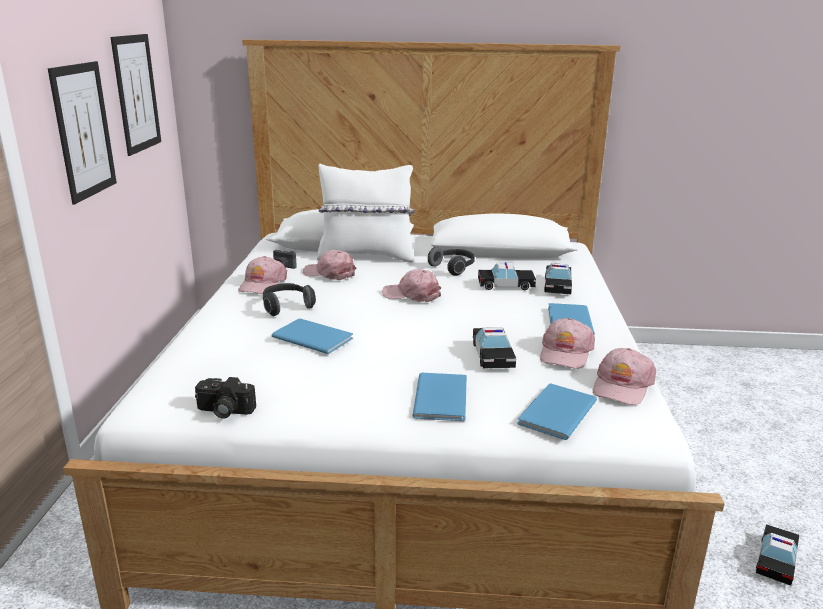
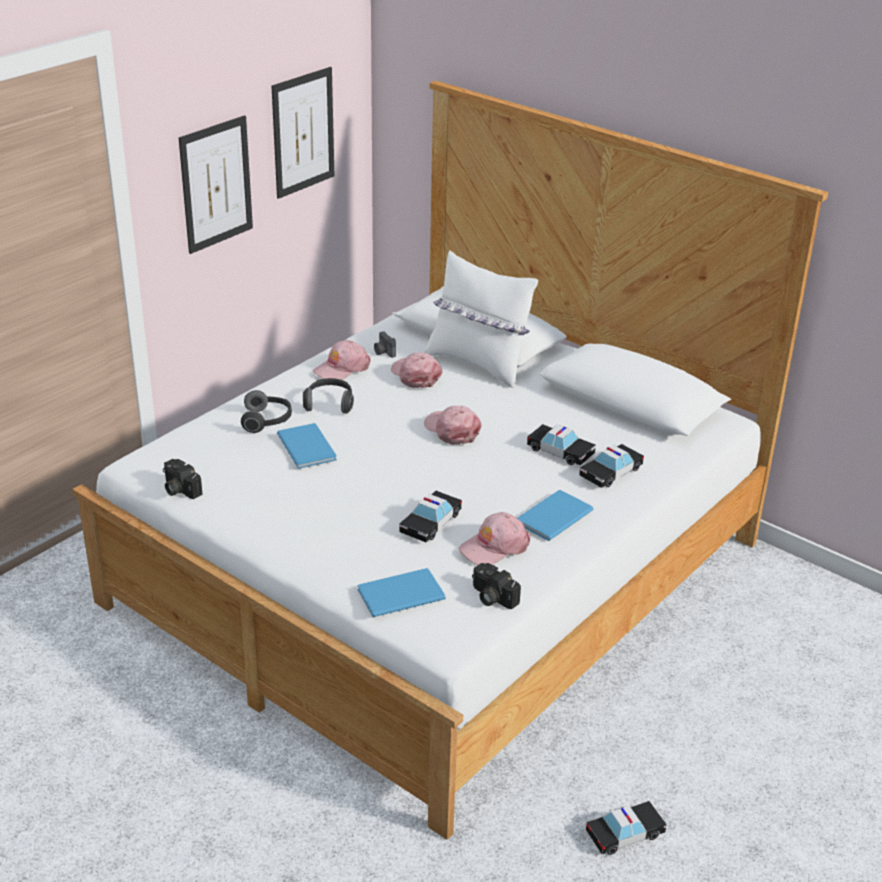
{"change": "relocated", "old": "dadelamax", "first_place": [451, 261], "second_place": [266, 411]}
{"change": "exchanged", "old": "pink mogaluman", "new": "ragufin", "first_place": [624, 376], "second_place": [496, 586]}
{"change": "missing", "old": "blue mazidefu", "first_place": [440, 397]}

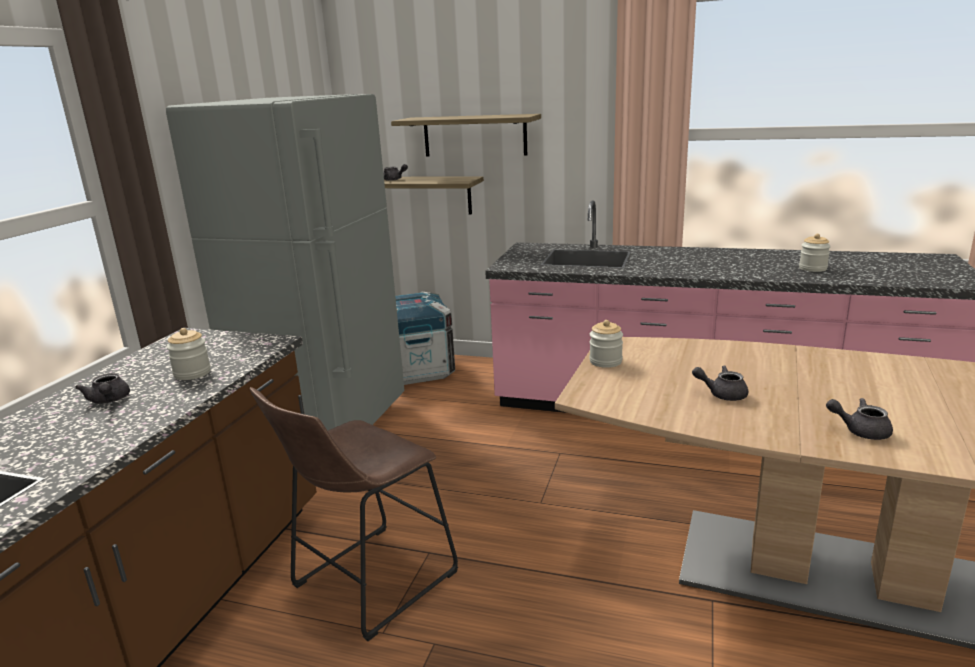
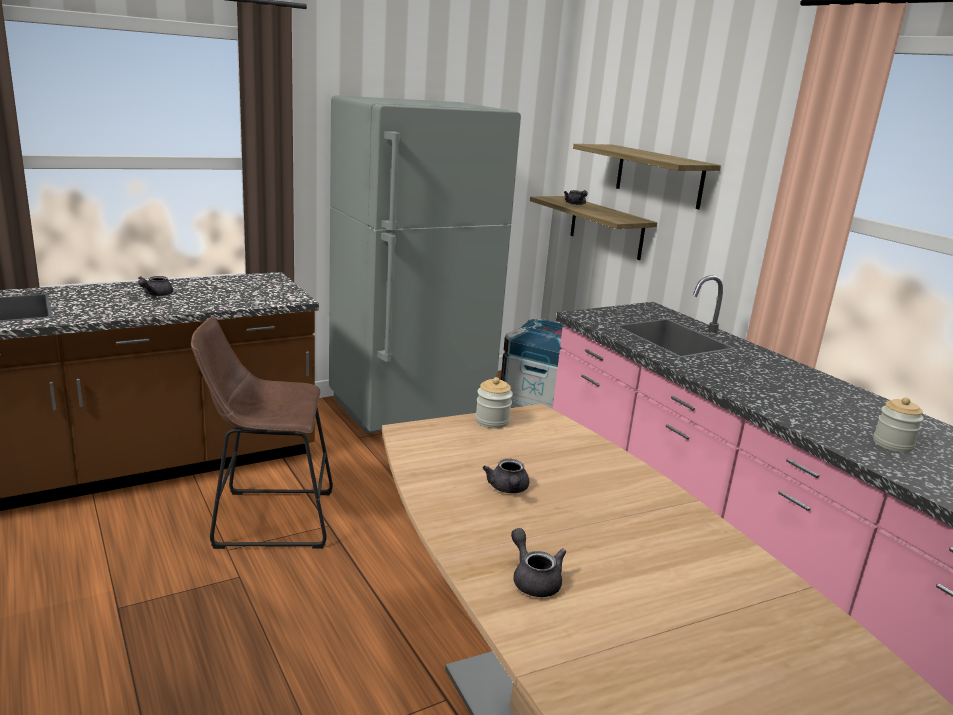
{"change": "spun", "old": "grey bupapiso", "first_place": [720, 383], "second_place": [506, 476], "degrees": -150}
{"change": "missing", "old": "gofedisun", "first_place": [189, 354]}

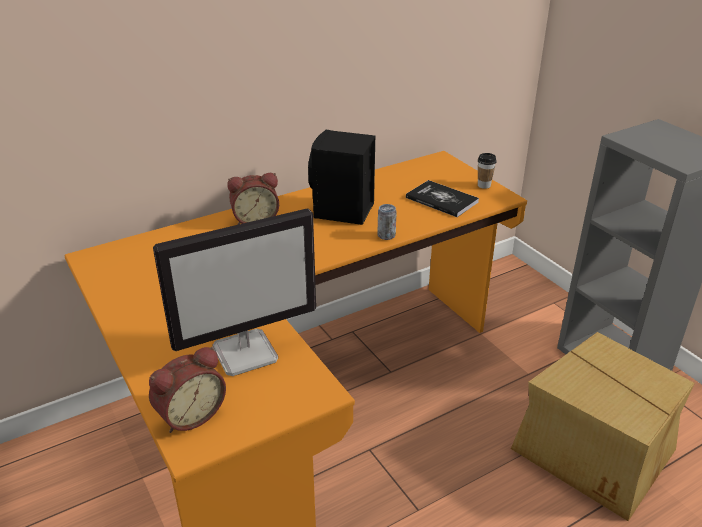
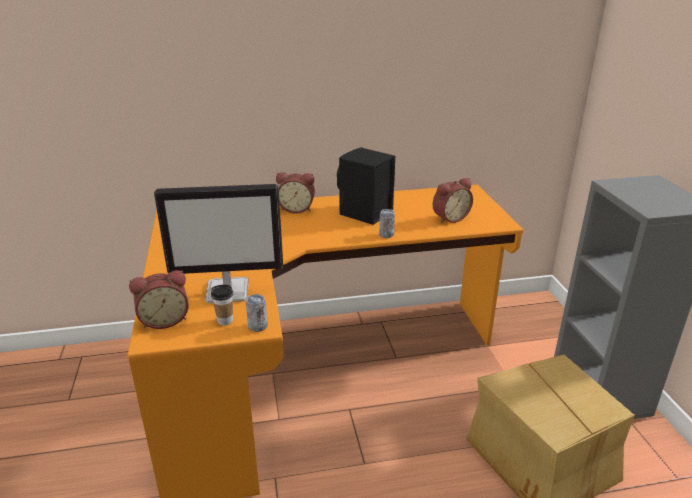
{"change": "relocated", "old": "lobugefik", "first_place": [487, 171], "second_place": [222, 305]}
{"change": "appeared", "new": "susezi", "second_place": [257, 313]}
{"change": "exchanged", "old": "mazidefu", "new": "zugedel", "first_place": [442, 198], "second_place": [453, 200]}

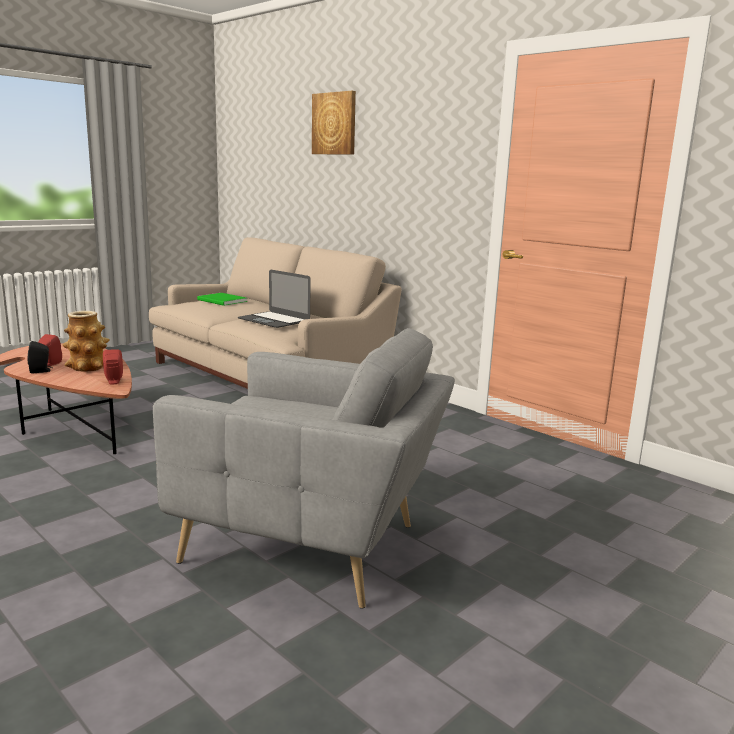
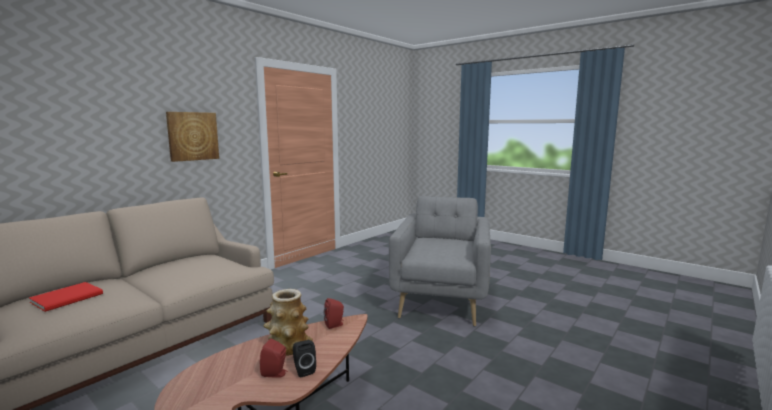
{"change": "colour", "old": "green mazidefu", "new": "red mazidefu", "first_place": [222, 299], "second_place": [66, 297]}
{"change": "relocated", "old": "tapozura", "first_place": [334, 123], "second_place": [192, 137]}
{"change": "missing", "old": "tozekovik", "first_place": [274, 299]}

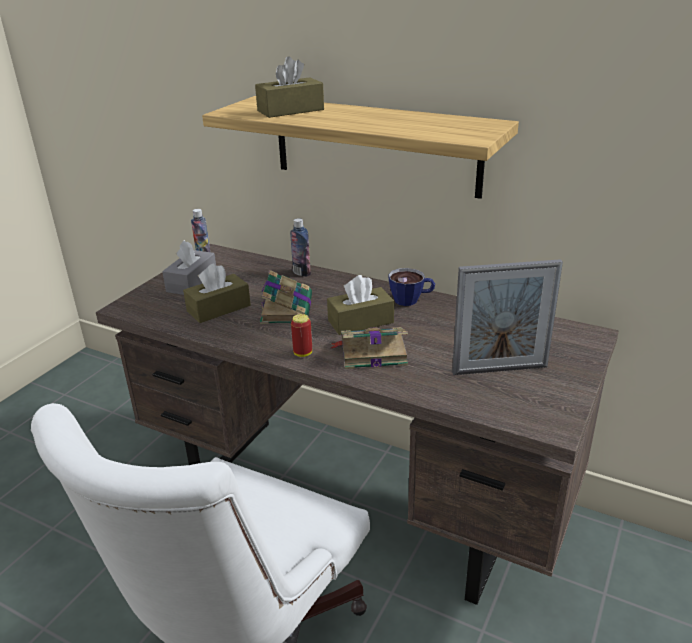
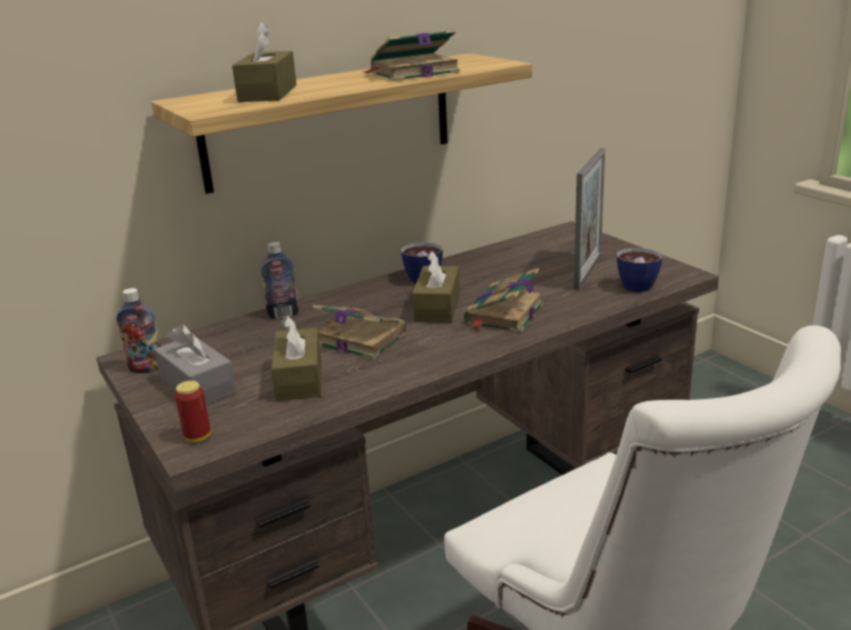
{"change": "relocated", "old": "susezi", "first_place": [301, 335], "second_place": [193, 411]}
{"change": "appeared", "new": "mazidefu", "second_place": [411, 55]}
{"change": "appeared", "new": "lobugefik", "second_place": [639, 270]}

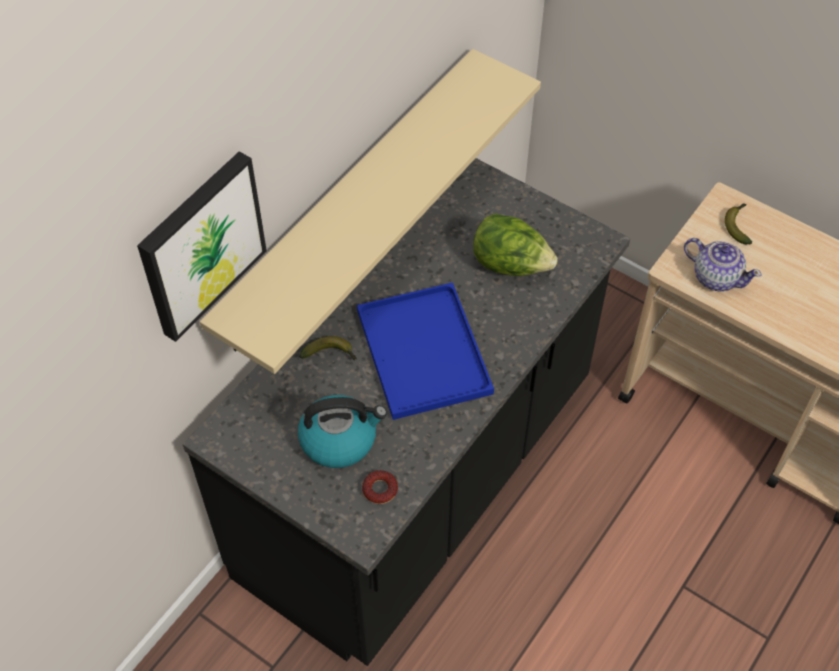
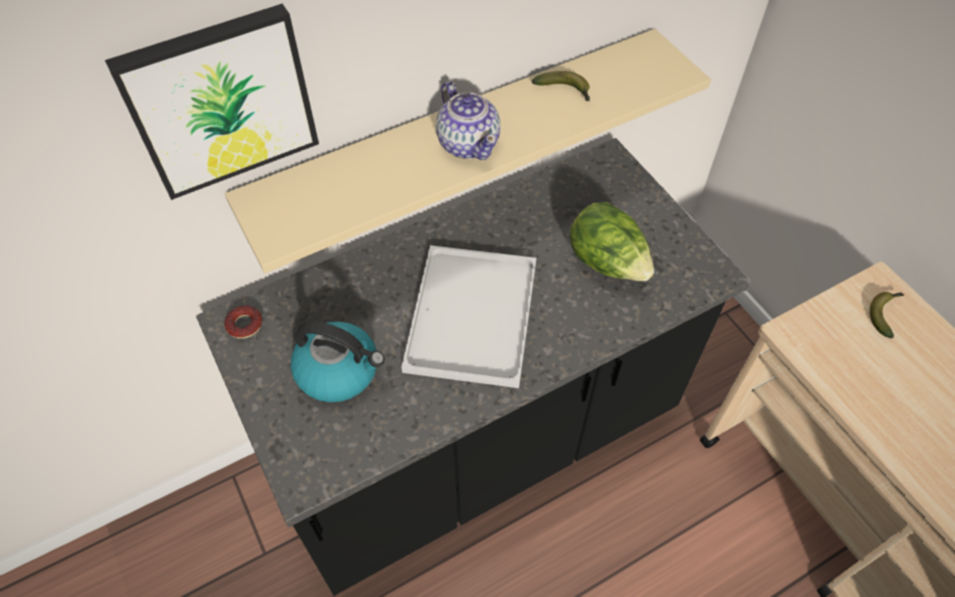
{"change": "relocated", "old": "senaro", "first_place": [380, 487], "second_place": [243, 322]}
{"change": "colour", "old": "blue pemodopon", "new": "white pemodopon", "first_place": [425, 351], "second_place": [468, 316]}
{"change": "relocated", "old": "bupapiso", "first_place": [723, 264], "second_place": [468, 120]}
{"change": "relocated", "old": "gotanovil", "first_place": [328, 348], "second_place": [561, 86]}

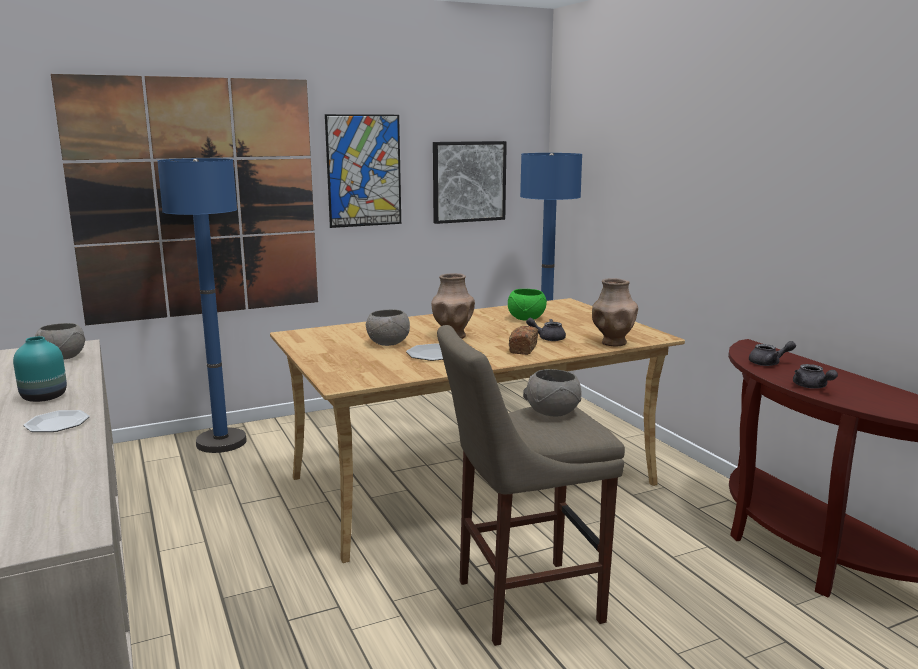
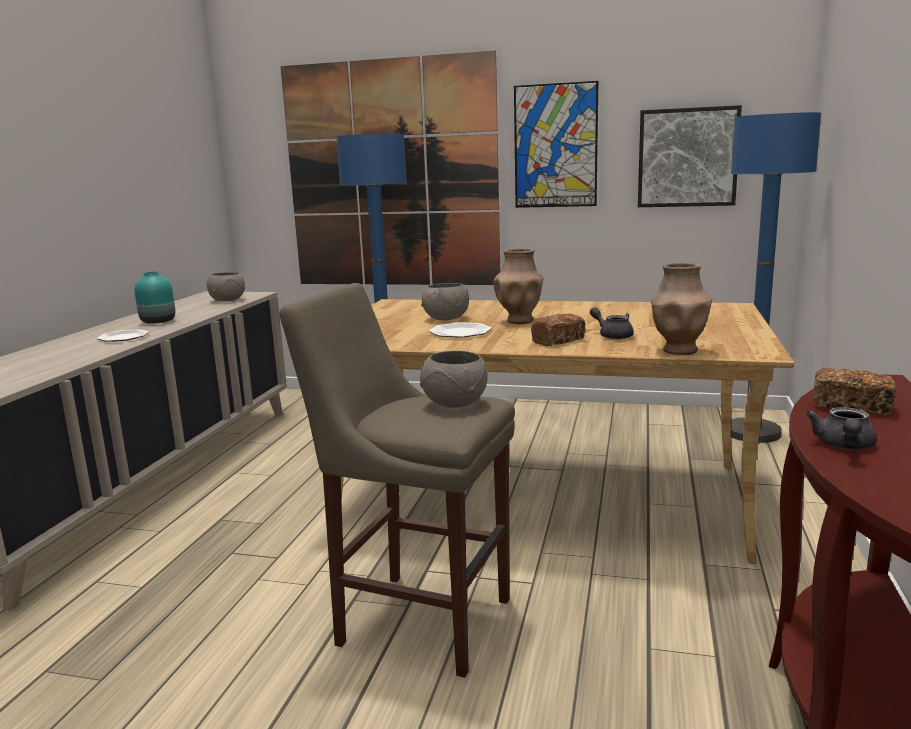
{"change": "exchanged", "old": "grey bupapiso", "new": "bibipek", "first_place": [772, 353], "second_place": [854, 391]}
{"change": "missing", "old": "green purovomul", "first_place": [527, 305]}

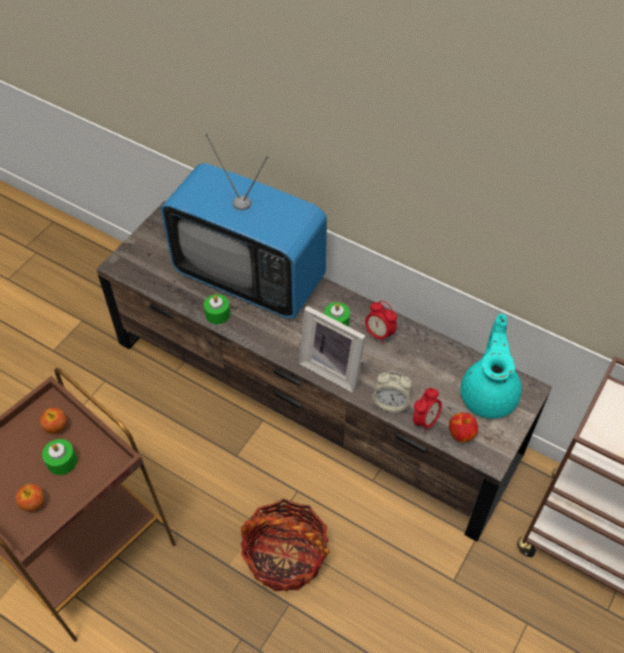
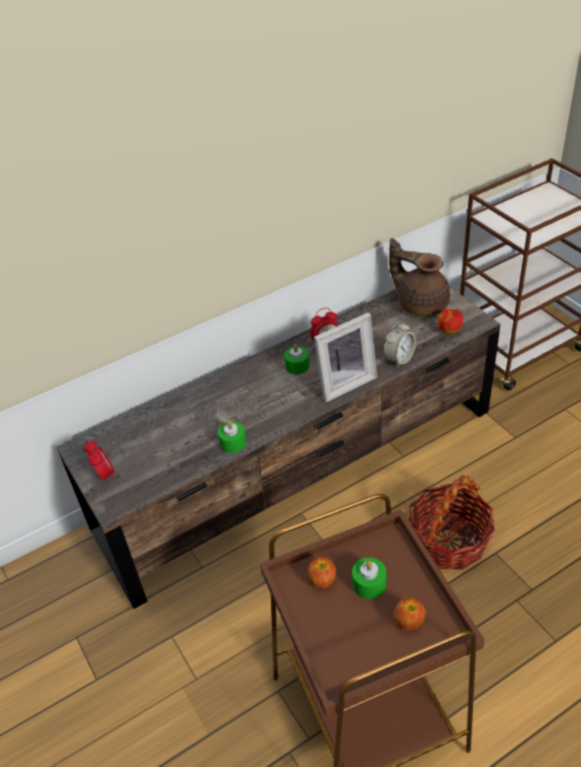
{"change": "relocated", "old": "zugedel", "first_place": [427, 410], "second_place": [99, 461]}
{"change": "colour", "old": "turquoise bupapiso", "new": "brown bupapiso", "first_place": [491, 366], "second_place": [419, 277]}
{"change": "missing", "old": "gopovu", "first_place": [244, 226]}

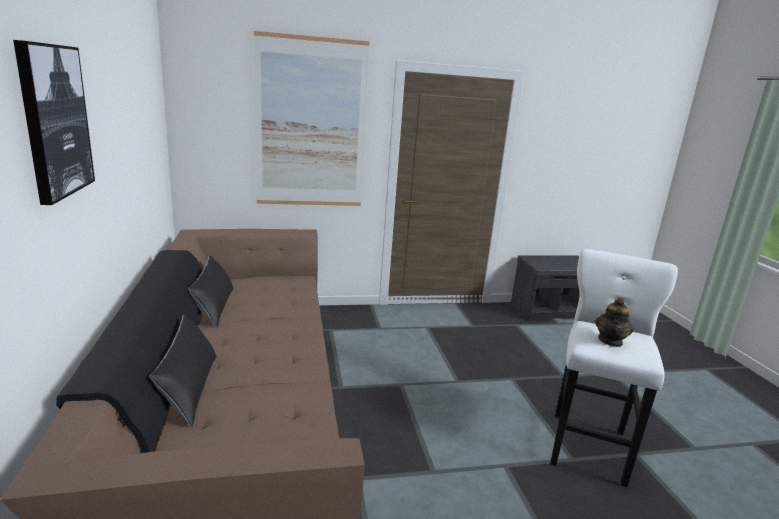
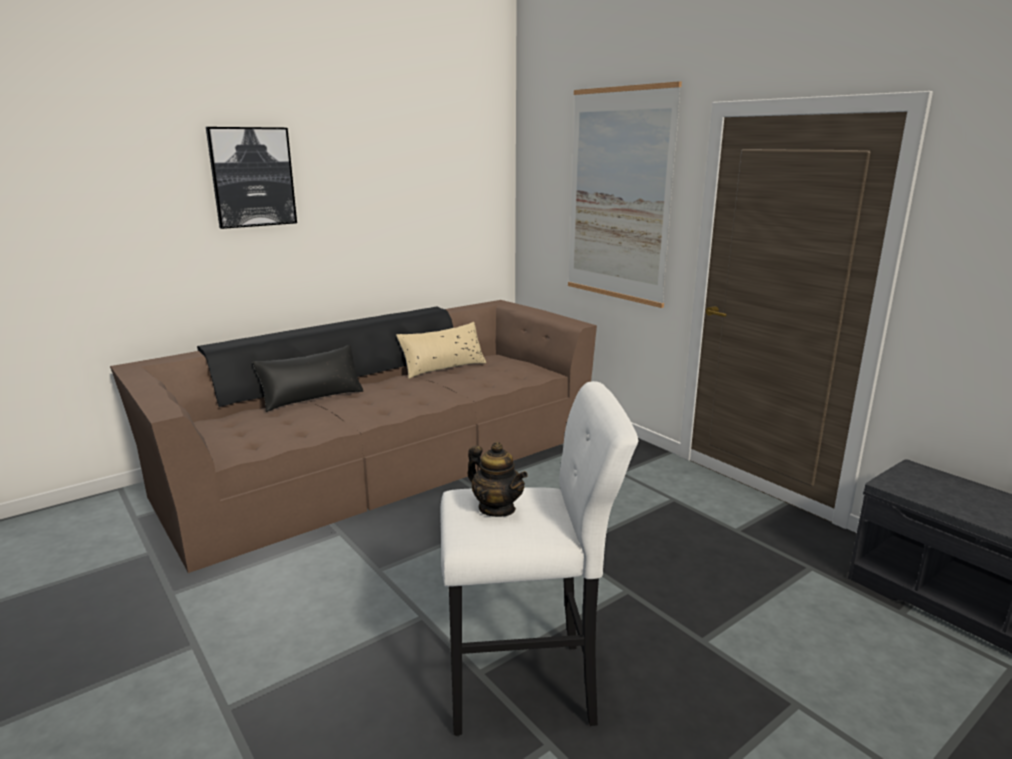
{"change": "colour", "old": "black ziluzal", "new": "beige ziluzal", "first_place": [211, 291], "second_place": [441, 350]}
{"change": "spun", "old": "bupapiso", "first_place": [614, 322], "second_place": [498, 479], "degrees": -135}

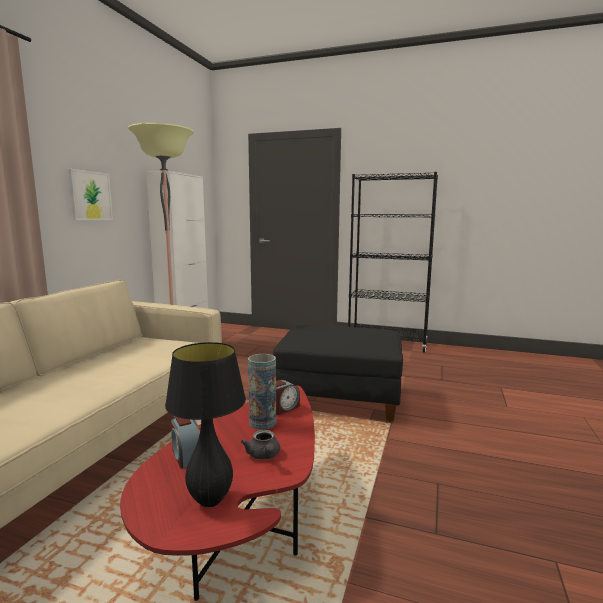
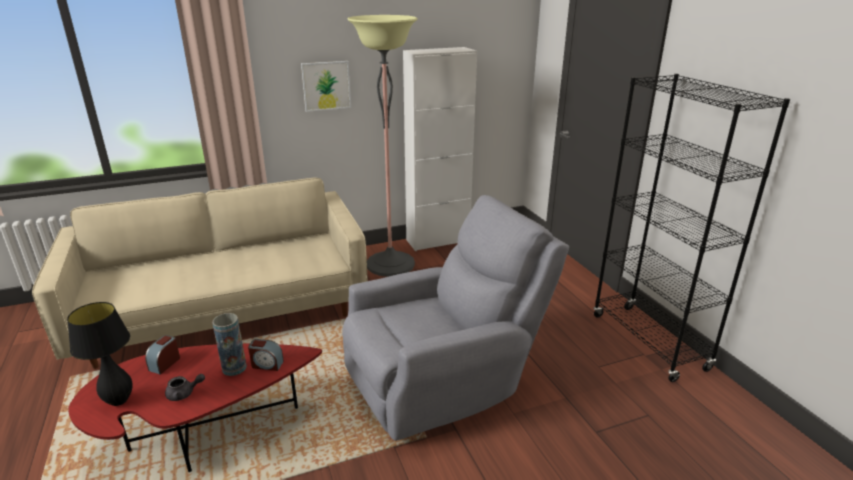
{"change": "spun", "old": "grey bupapiso", "first_place": [260, 444], "second_place": [185, 387], "degrees": -135}
{"change": "exchanged", "old": "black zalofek", "new": "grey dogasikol", "first_place": [338, 373], "second_place": [455, 318]}

